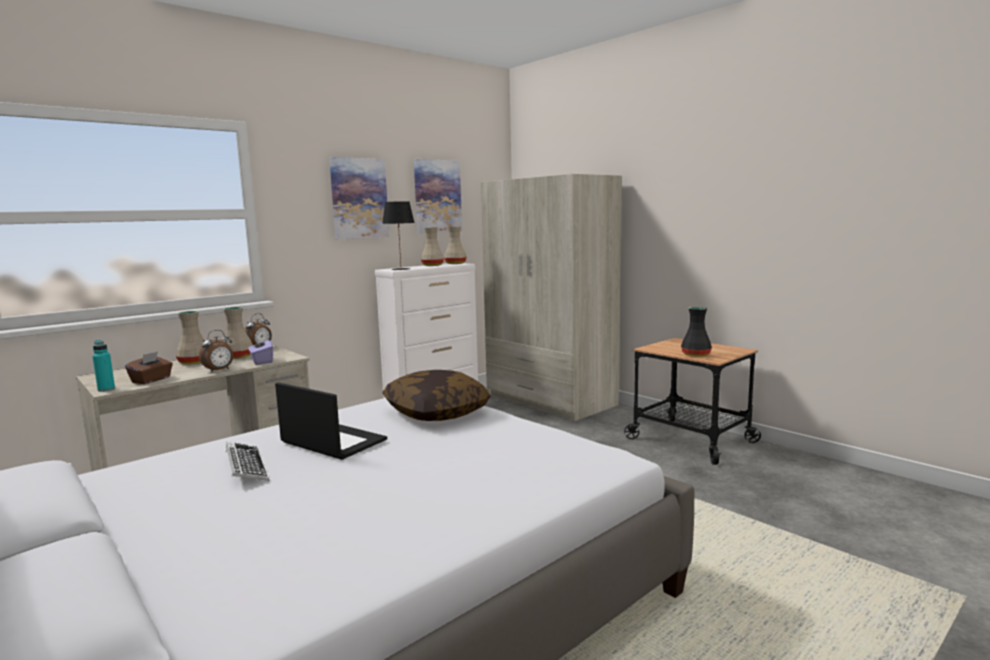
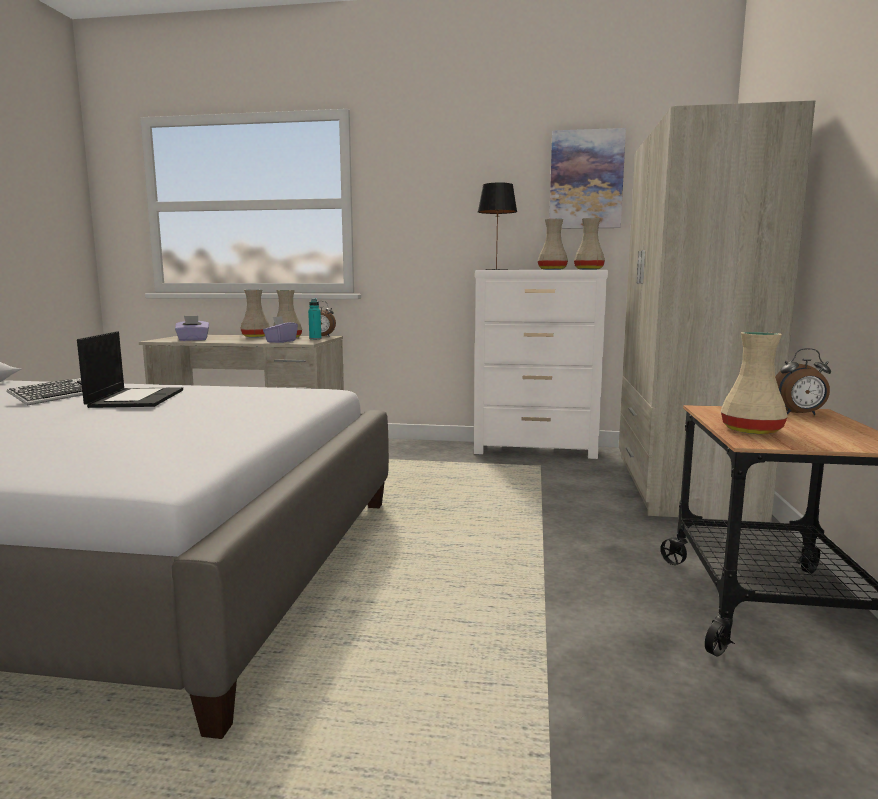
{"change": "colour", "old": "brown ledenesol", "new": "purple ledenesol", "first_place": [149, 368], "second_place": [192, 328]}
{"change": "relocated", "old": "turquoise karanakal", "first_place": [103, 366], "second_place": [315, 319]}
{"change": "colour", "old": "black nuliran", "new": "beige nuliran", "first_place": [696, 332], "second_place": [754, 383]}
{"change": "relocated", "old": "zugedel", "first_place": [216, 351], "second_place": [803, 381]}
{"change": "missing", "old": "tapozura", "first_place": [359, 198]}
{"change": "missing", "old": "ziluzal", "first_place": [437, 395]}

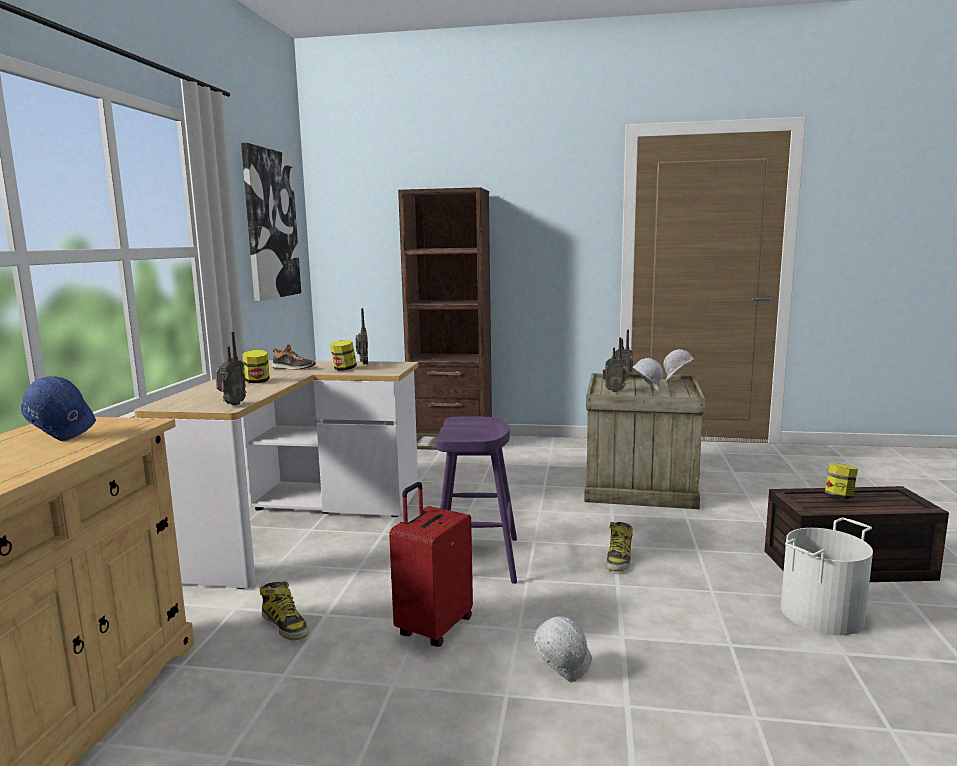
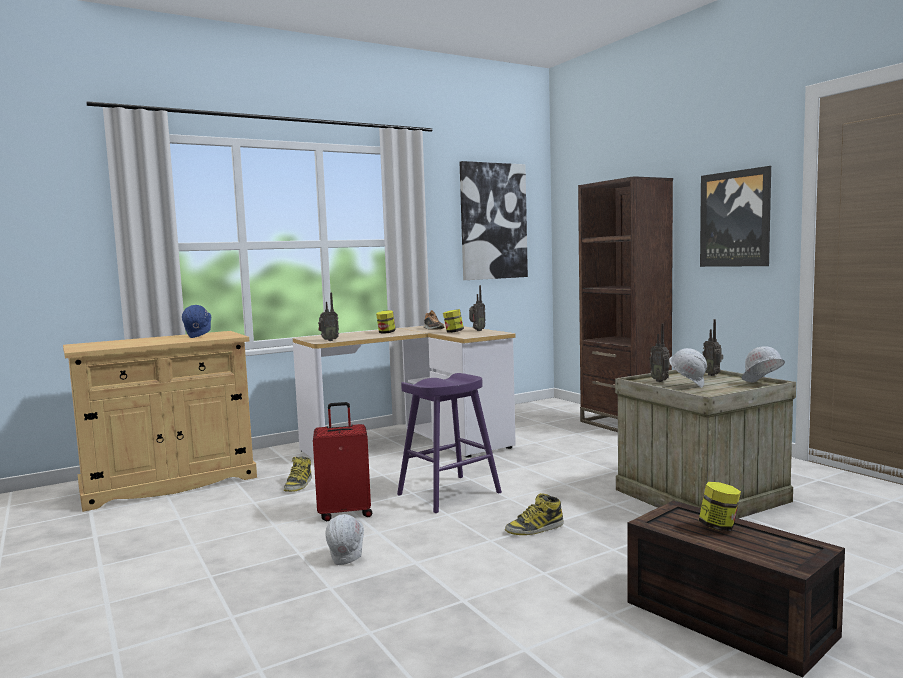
{"change": "appeared", "new": "tapozura", "second_place": [735, 216]}
{"change": "missing", "old": "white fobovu", "first_place": [827, 576]}

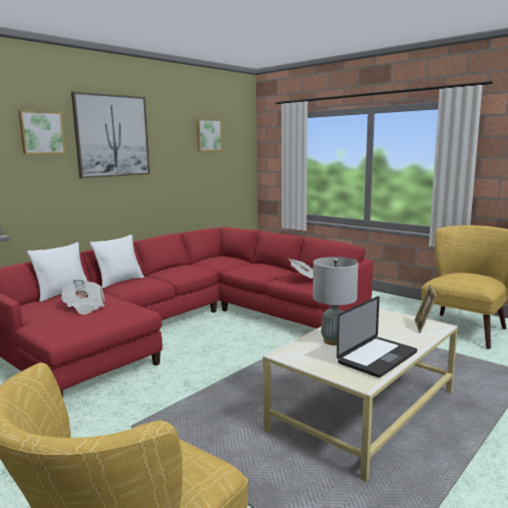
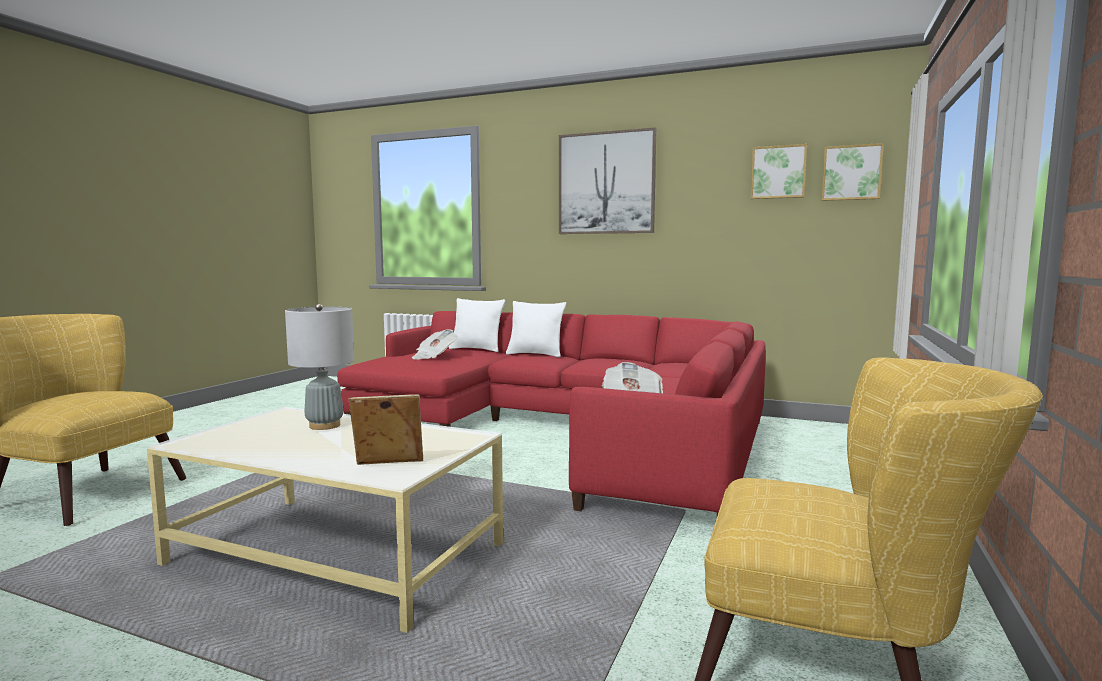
{"change": "relocated", "old": "tapozura", "first_place": [42, 132], "second_place": [853, 172]}
{"change": "missing", "old": "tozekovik", "first_place": [377, 337]}

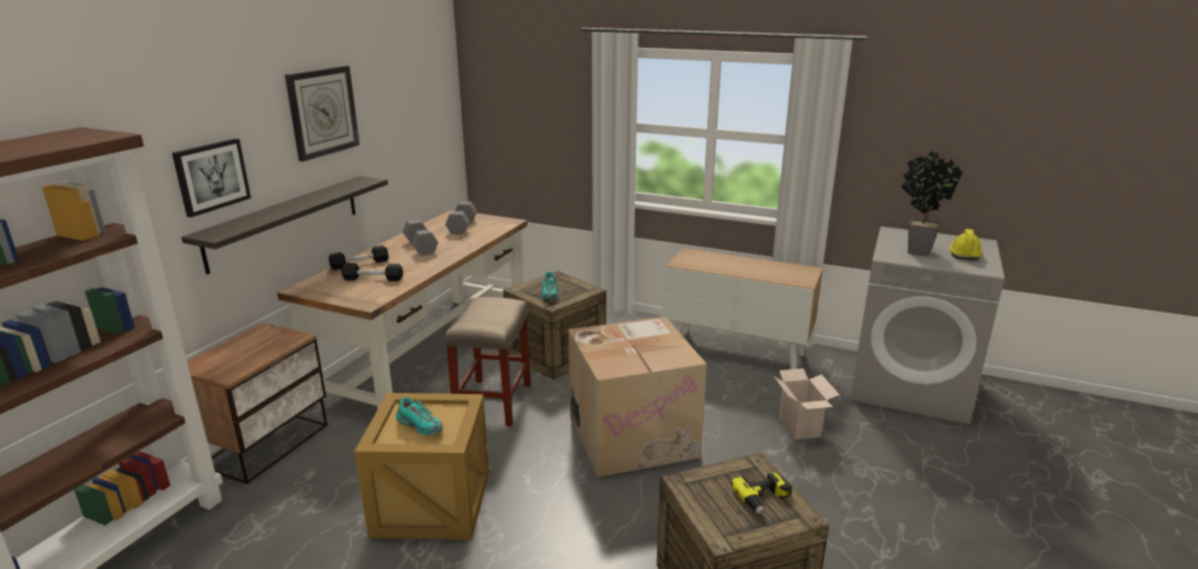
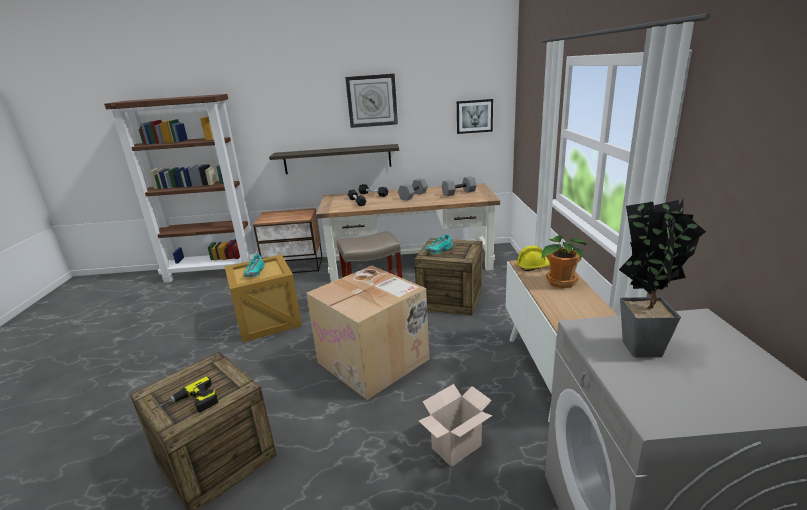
{"change": "relocated", "old": "tapozura", "first_place": [211, 177], "second_place": [475, 116]}
{"change": "relocated", "old": "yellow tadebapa", "first_place": [965, 244], "second_place": [533, 258]}
{"change": "appeared", "new": "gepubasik", "second_place": [564, 261]}

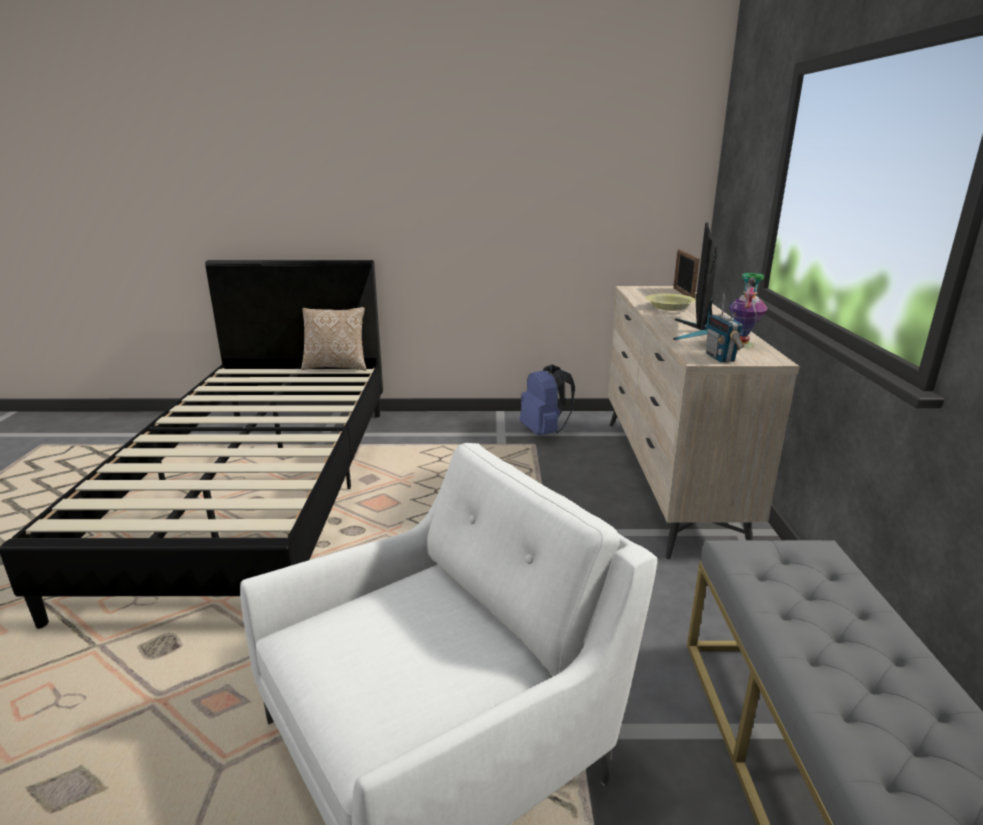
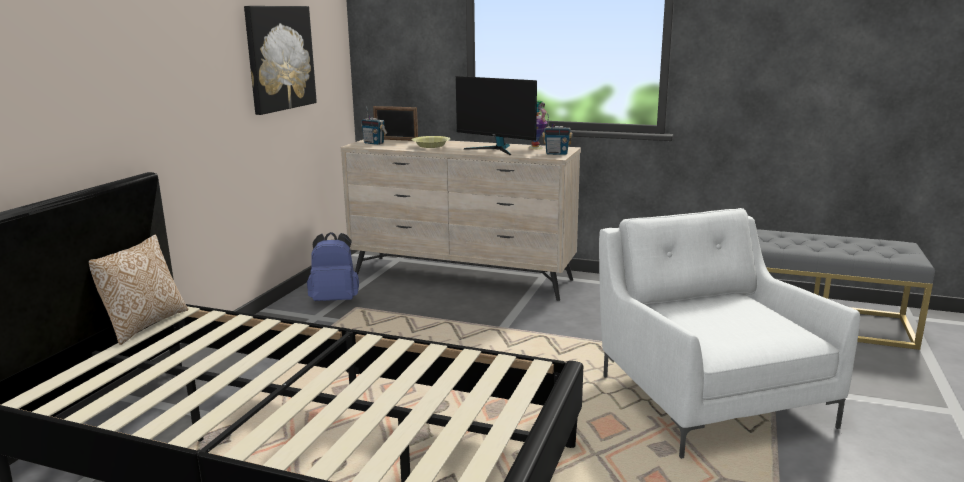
{"change": "appeared", "new": "tapozura", "second_place": [280, 60]}
{"change": "appeared", "new": "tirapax", "second_place": [374, 125]}

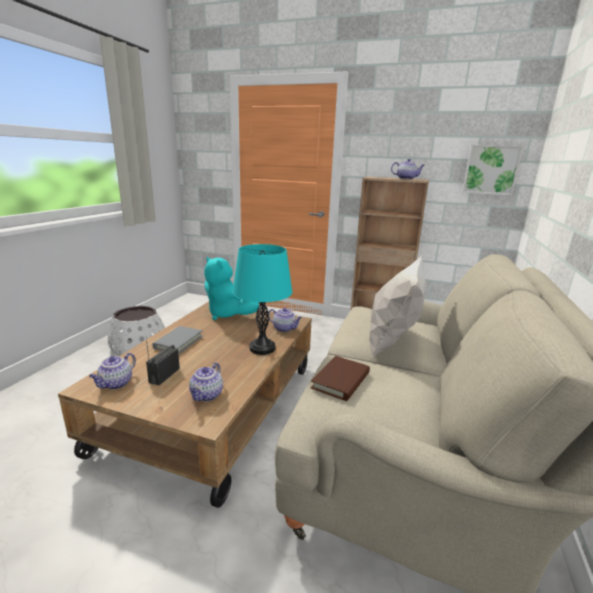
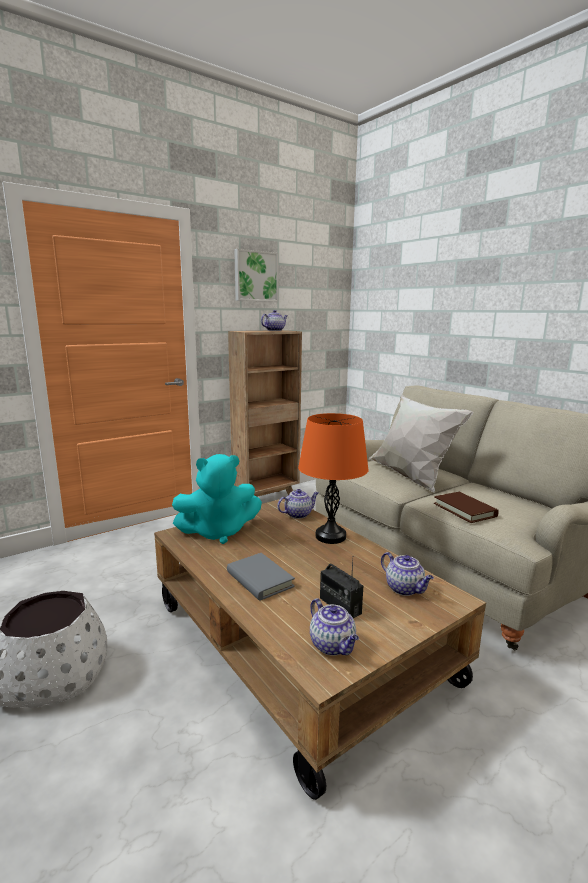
{"change": "relocated", "old": "tapozura", "first_place": [493, 170], "second_place": [256, 275]}
{"change": "colour", "old": "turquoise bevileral", "new": "orange bevileral", "first_place": [262, 299], "second_place": [333, 478]}

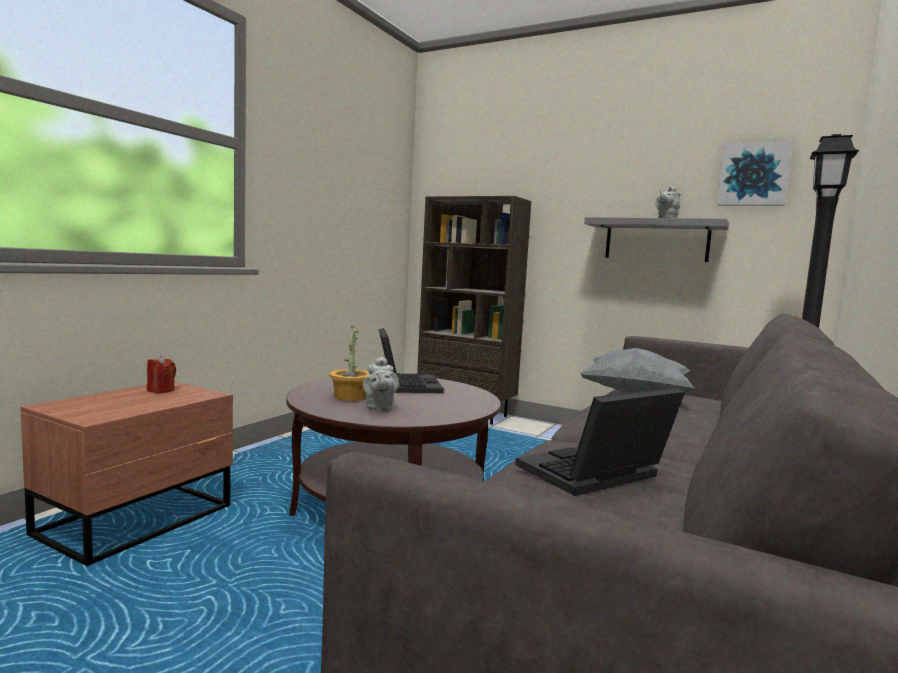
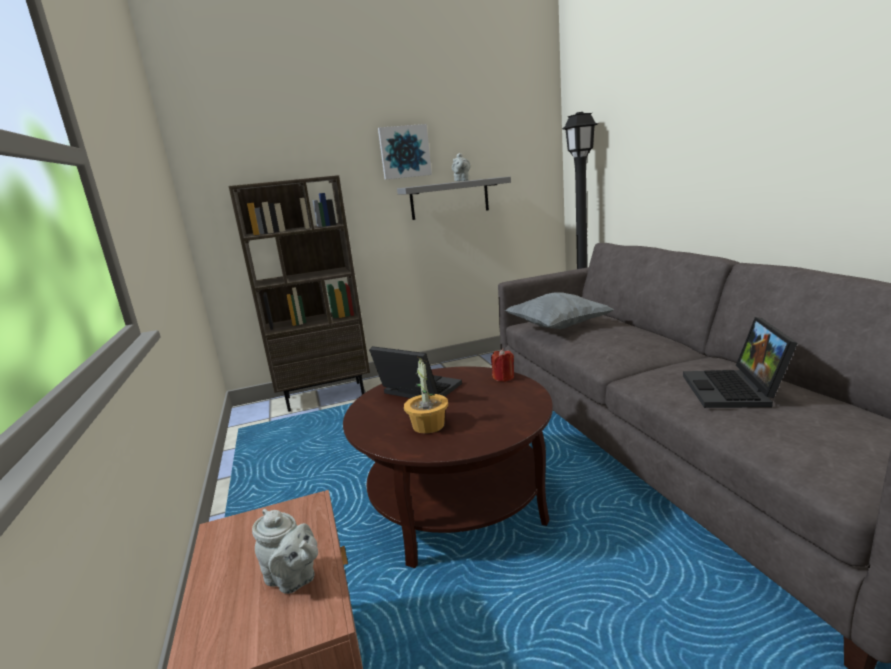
{"change": "relocated", "old": "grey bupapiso", "first_place": [381, 383], "second_place": [285, 551]}
{"change": "relocated", "old": "tapozura", "first_place": [755, 173], "second_place": [405, 152]}
{"change": "relocated", "old": "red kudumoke", "first_place": [161, 374], "second_place": [502, 365]}

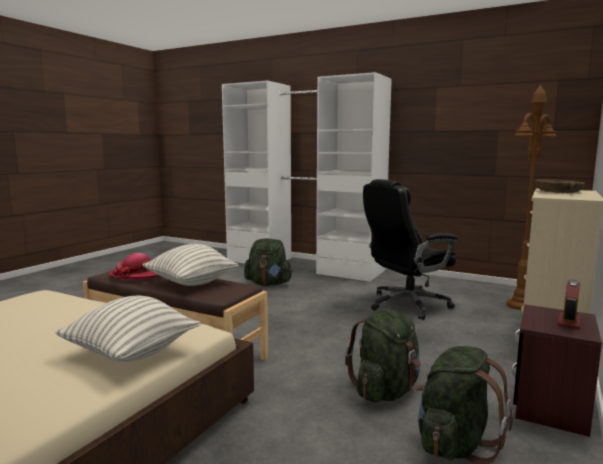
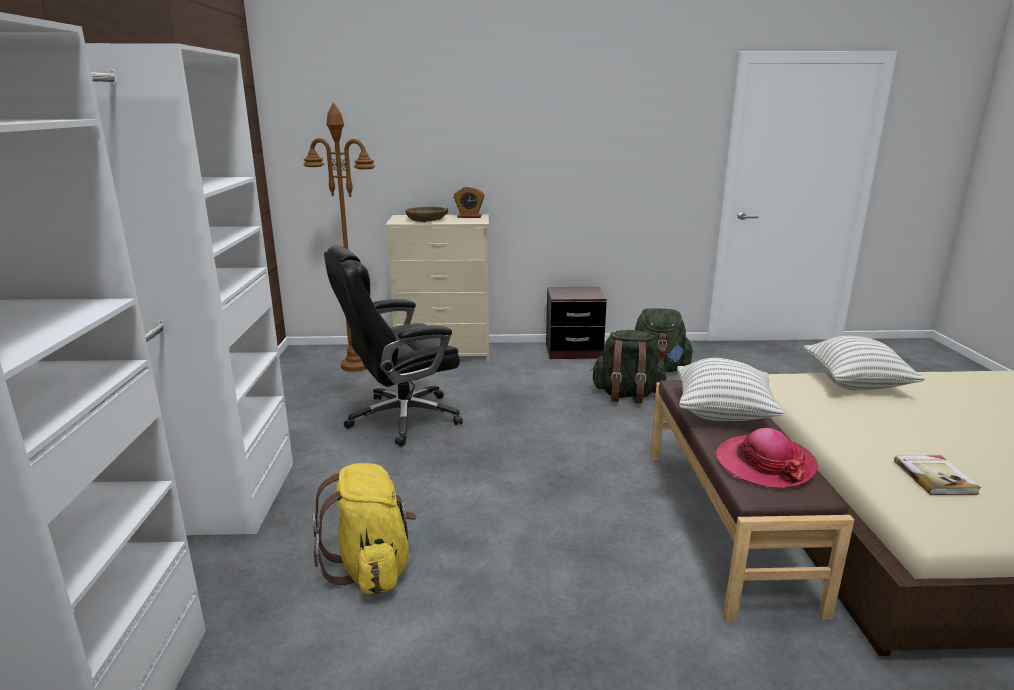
{"change": "colour", "old": "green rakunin", "new": "yellow rakunin", "first_place": [268, 262], "second_place": [364, 528]}
{"change": "spun", "old": "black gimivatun", "first_place": [410, 249], "second_place": [393, 345], "degrees": 120}
{"change": "relocated", "old": "zugedel", "first_place": [569, 304], "second_place": [468, 202]}
{"change": "appeared", "new": "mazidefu", "second_place": [937, 475]}

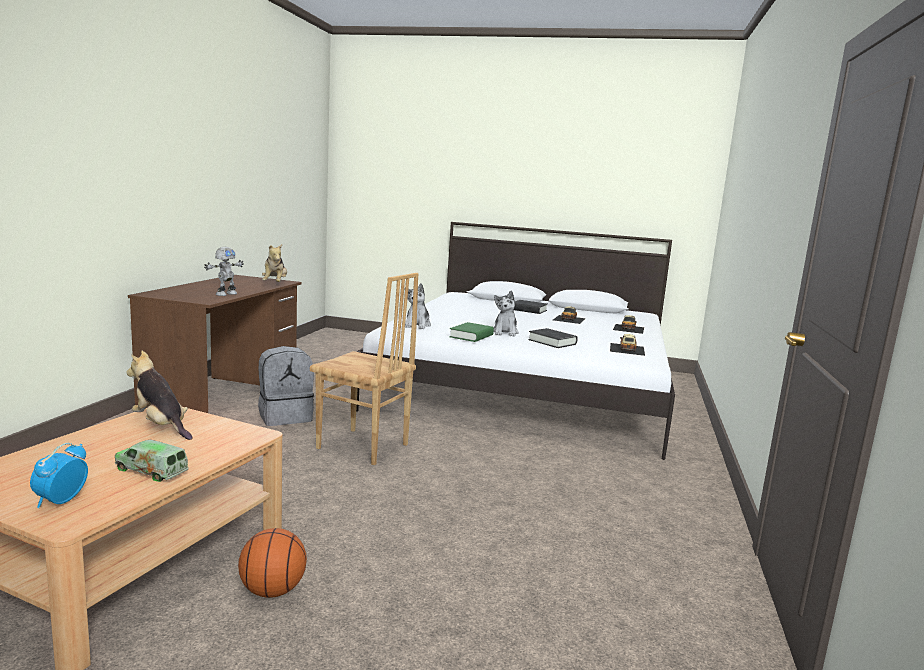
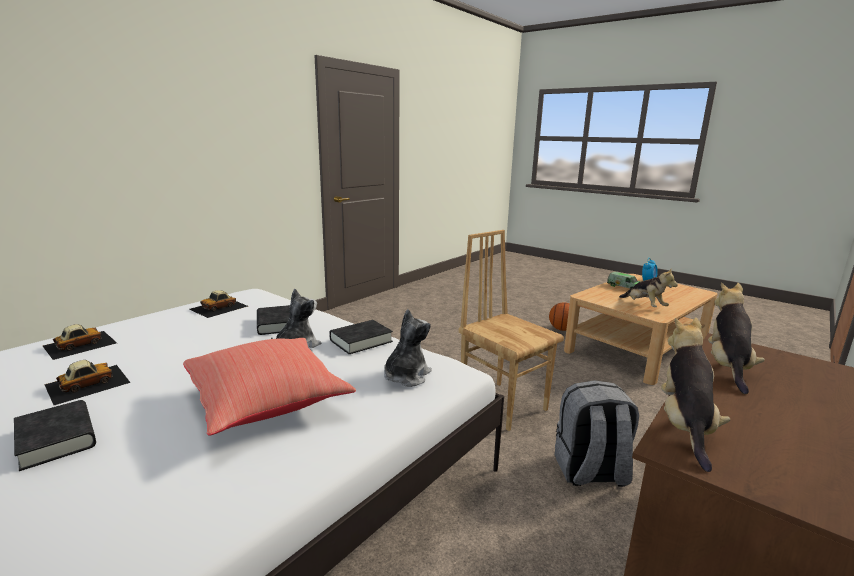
{"change": "appeared", "new": "red ziluzal", "second_place": [269, 387]}
{"change": "colour", "old": "green mazidefu", "new": "black mazidefu", "first_place": [471, 332], "second_place": [361, 337]}
{"change": "exchanged", "old": "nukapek", "new": "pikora", "first_place": [224, 271], "second_place": [736, 338]}

